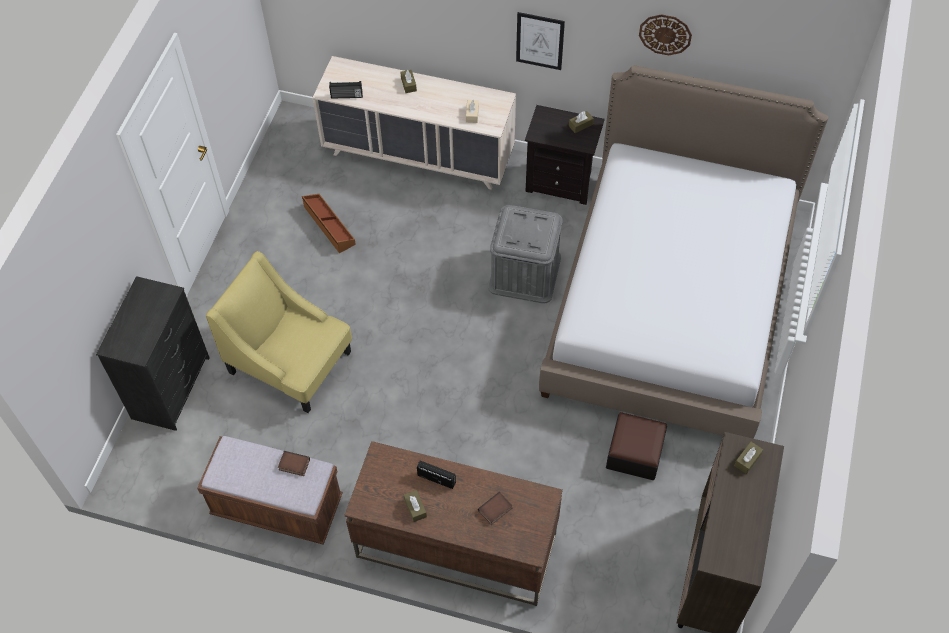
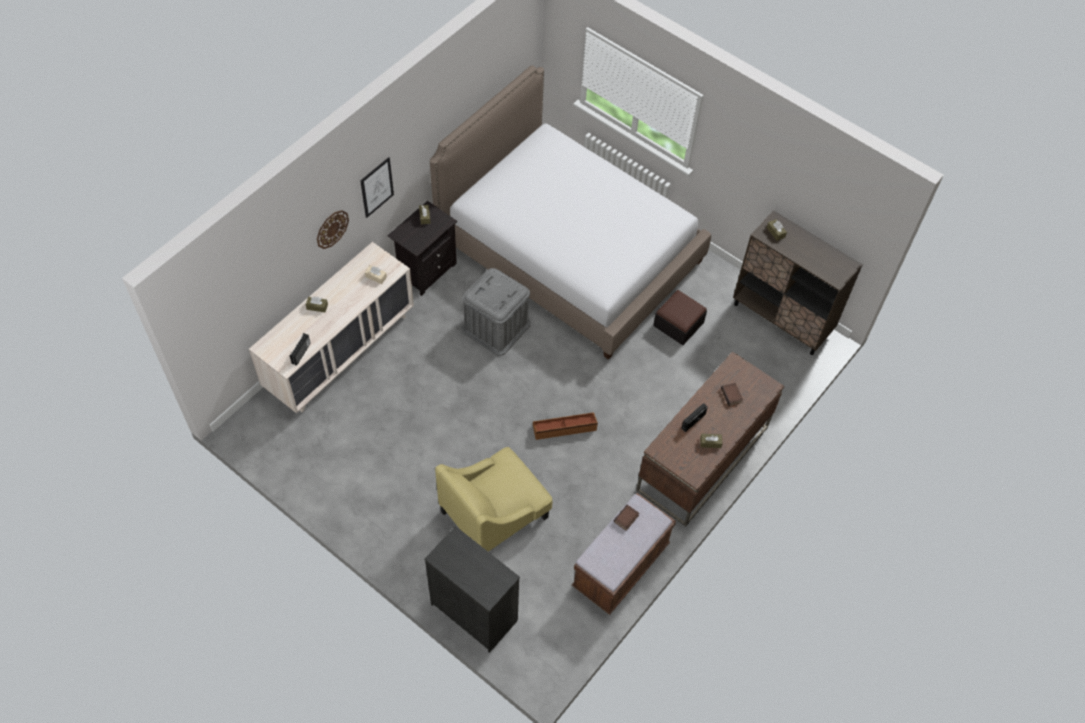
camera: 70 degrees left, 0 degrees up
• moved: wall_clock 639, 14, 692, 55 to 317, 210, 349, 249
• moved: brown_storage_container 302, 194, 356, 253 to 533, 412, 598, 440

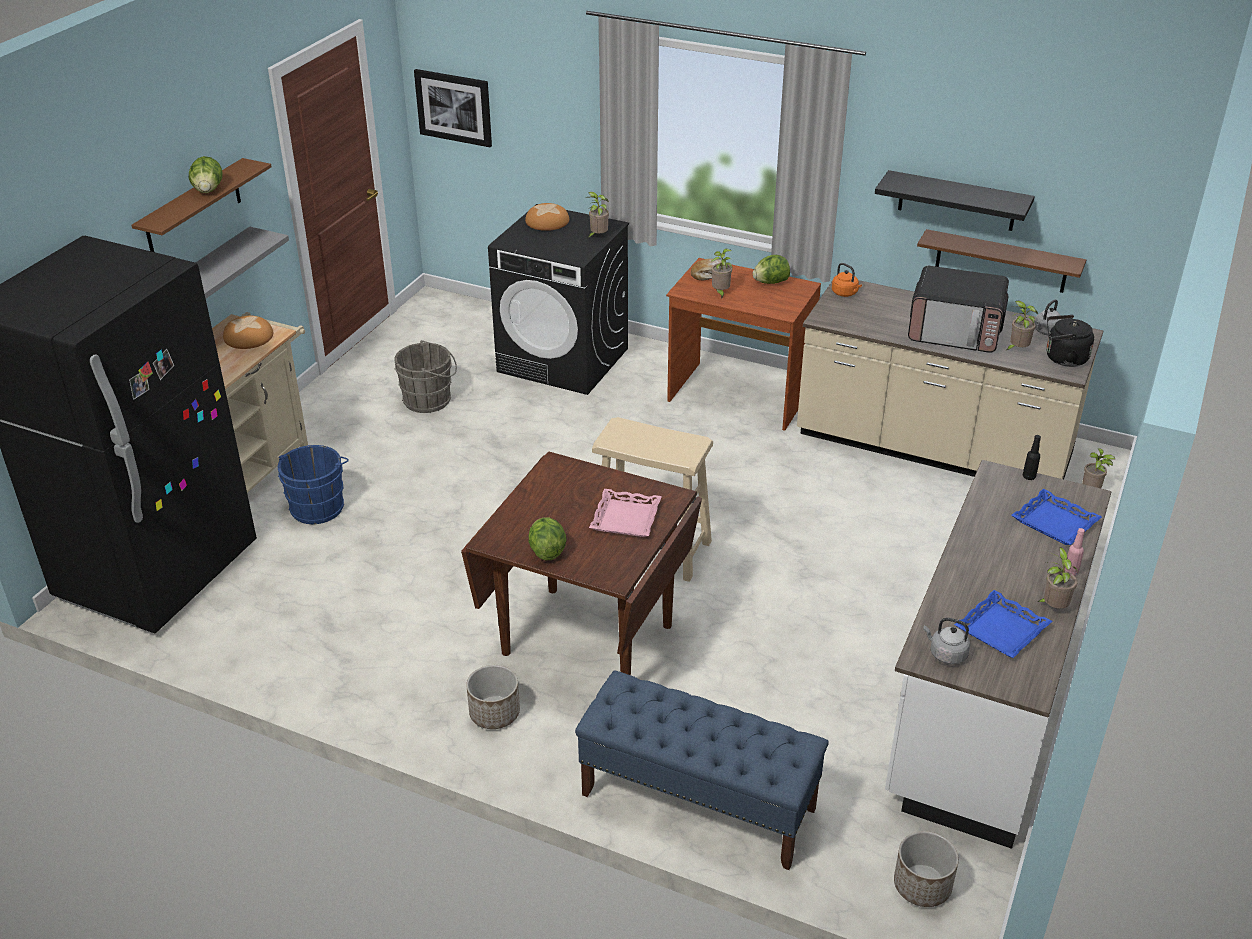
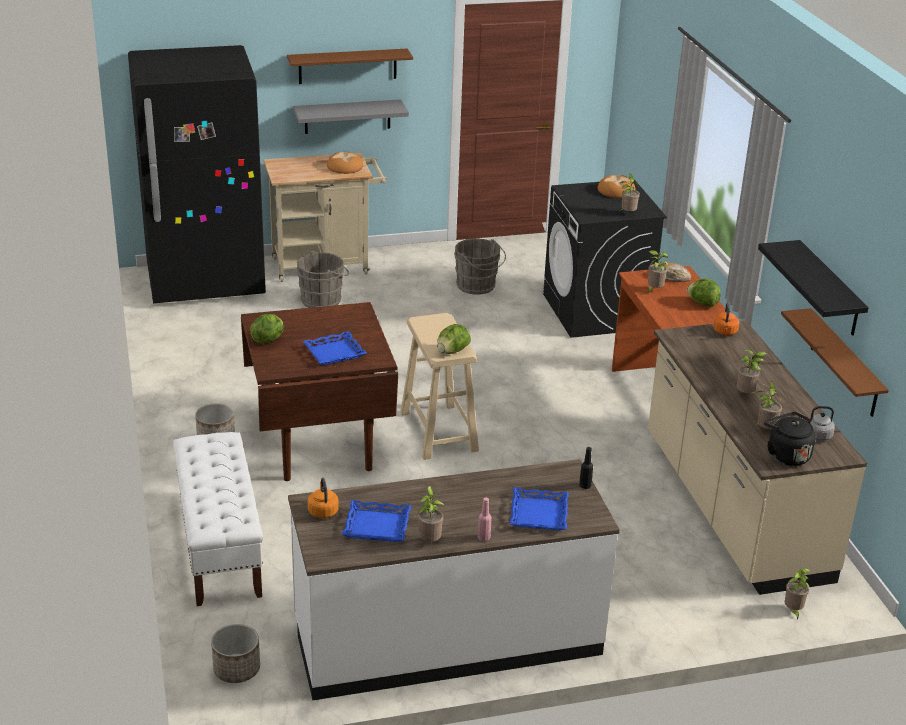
camera: 50 degrees right, 5 degrees down
• recoloured: blue-coloured_indoor_bench 575, 670, 829, 870 to white-coloured_indoor_bench 173, 432, 263, 606
• recoloured: blue-coloured_pail 278, 445, 349, 524 to grey_pail 297, 251, 349, 308
• recoloured: pinkish_carrying_tray 589, 489, 662, 537 to blue-coloured_carrying_tray 302, 331, 367, 366
• recoloured: grey_tea_kettle 923, 618, 970, 664 to orangey_tea_kettle 308, 478, 339, 518
• moved: head_of_lettuce 189, 156, 222, 193 to 437, 324, 471, 354
• replaced: microwave_oven 908, 266, 1009, 353 to potted_plant 737, 350, 767, 394
• removed: wall_art 414, 69, 492, 147

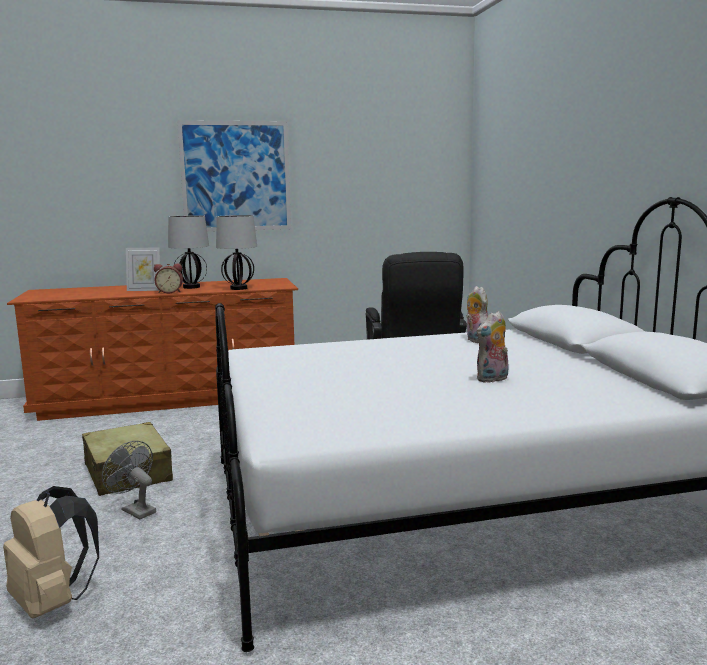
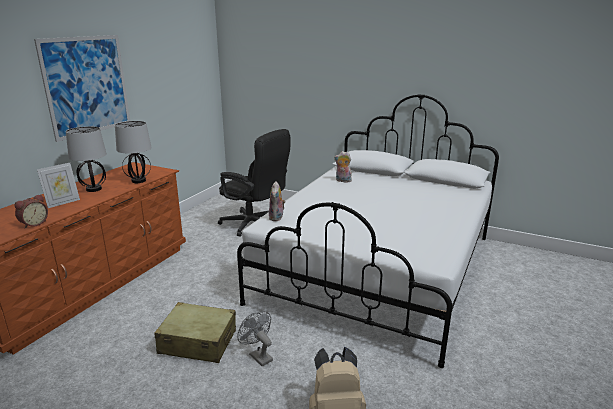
camera: 50 degrees left, 10 degrees up
• moved: table_clock 154, 264, 183, 293 to 15, 194, 48, 228
• turned: grey_fan 102, 441, 156, 520 = 237, 311, 273, 366 60 degrees clockwise
• moved: plush_toy 477, 311, 509, 383 to 269, 182, 285, 221

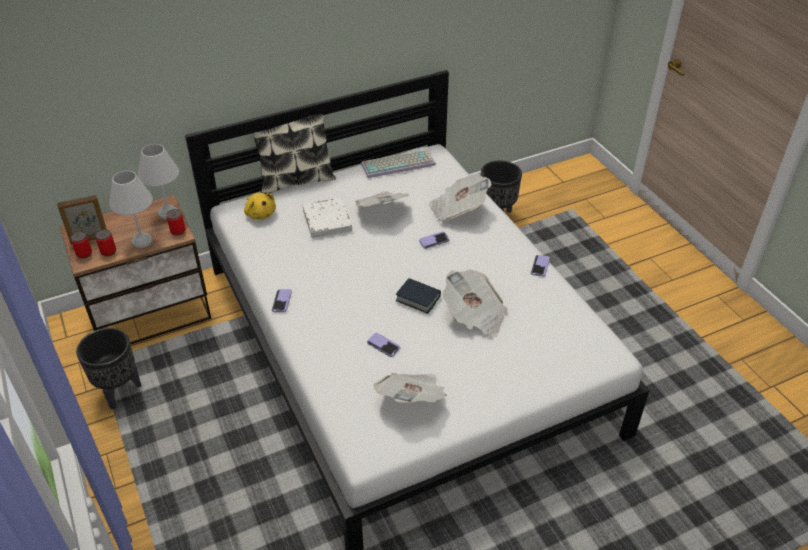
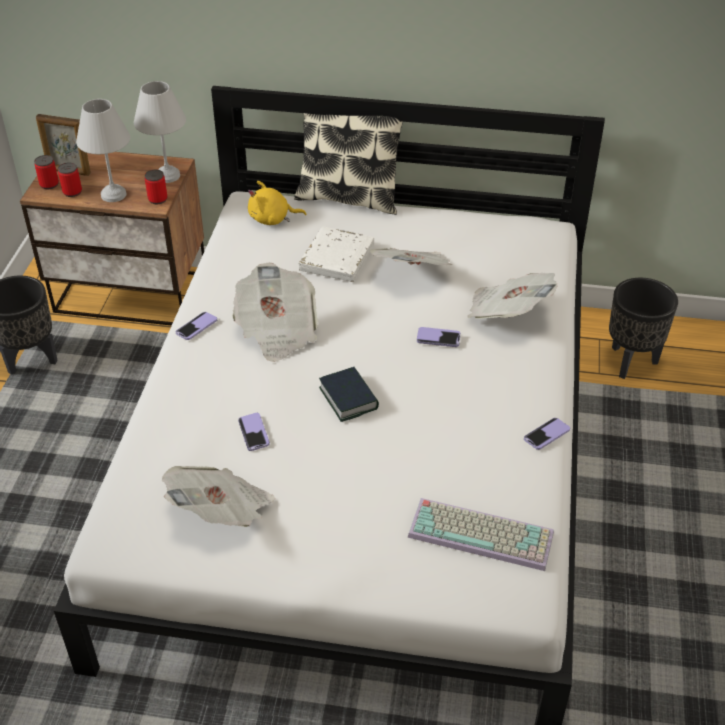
camera: 35 degrees right, 0 degrees up
• moved: newspaper 442, 270, 507, 337 to 232, 263, 318, 362
• turned: yellow_plush_toy 244, 193, 276, 220 = 248, 181, 307, 225 90 degrees clockwise
• moved: computer_keyboard 361, 149, 436, 178 to 408, 498, 554, 571

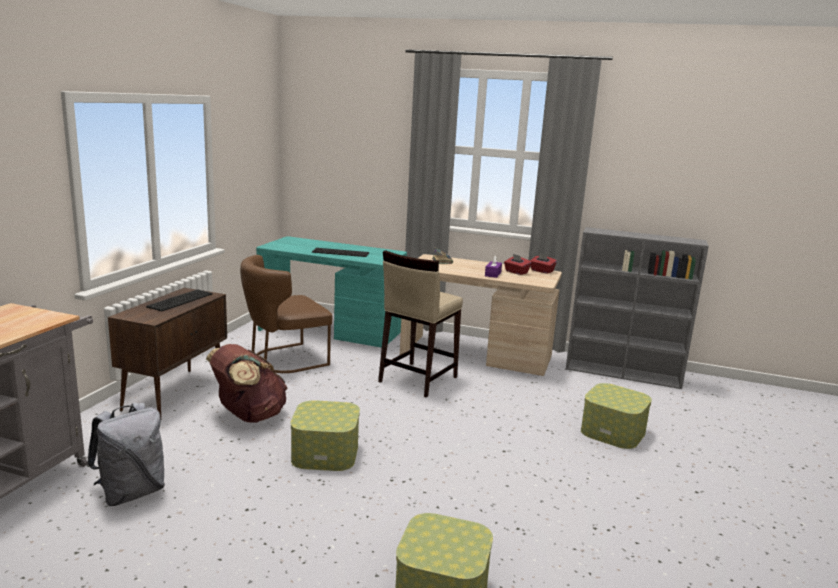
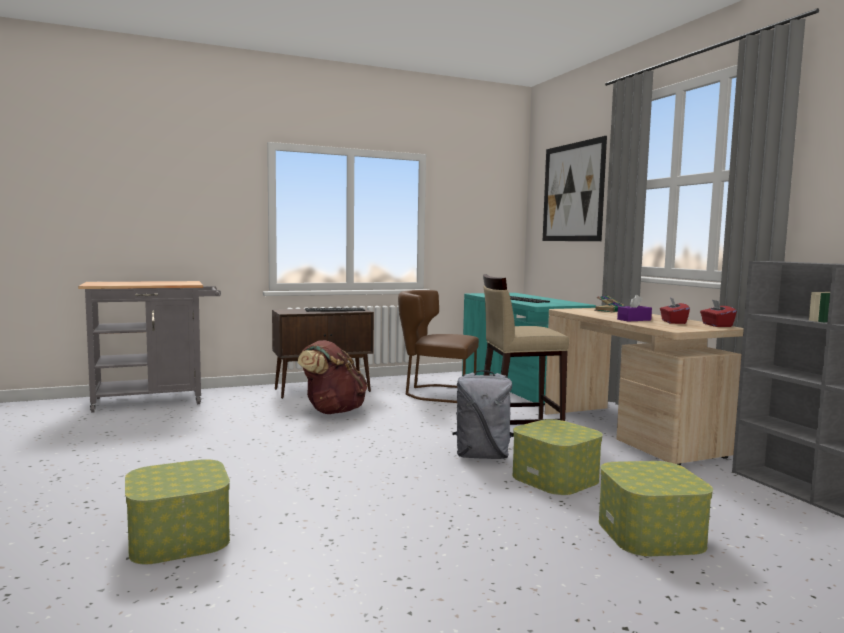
camera: 50 degrees right, 10 degrees down
• moved: grey_rucksack 87, 403, 165, 506 to 453, 370, 513, 459
• moved: storage_container 290, 400, 360, 471 to 512, 419, 603, 495
• added: wall_art 543, 136, 607, 241

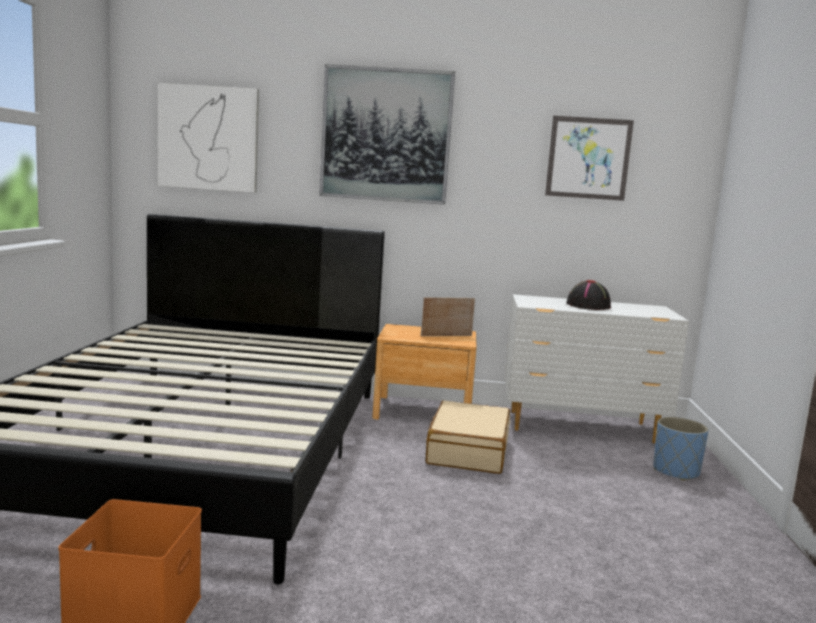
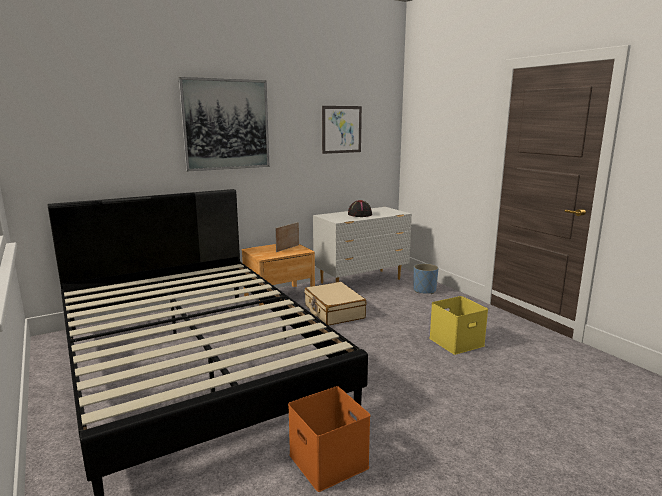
camera: 35 degrees left, 5 degrees up
• added: yellow_storage_container 429, 296, 488, 355
• removed: wall_art 158, 83, 259, 193

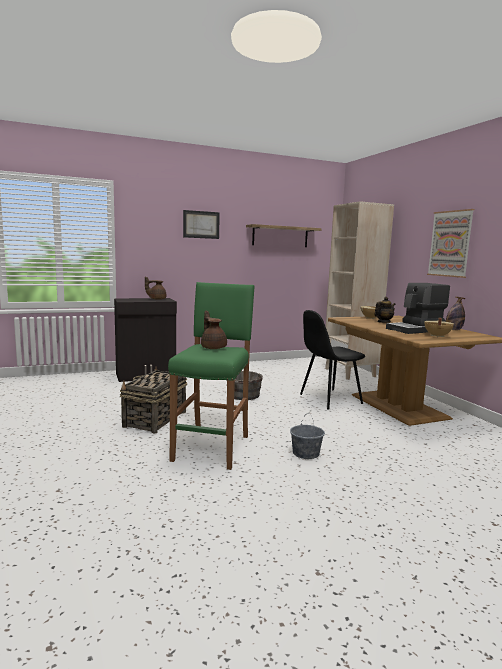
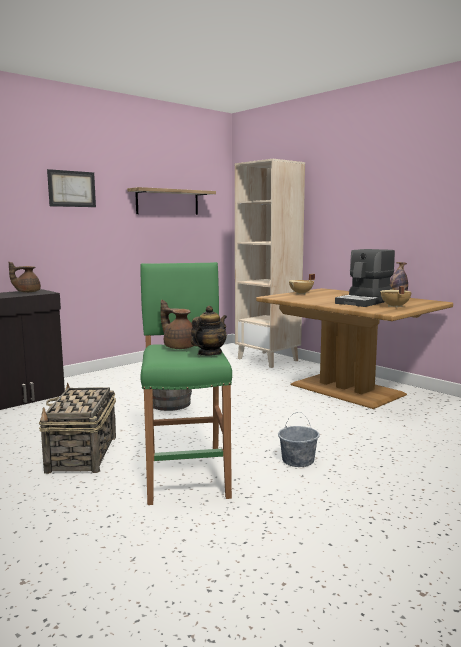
camera: 20 degrees left, 0 degrees up
• moved: teapot 374, 297, 395, 323 to 191, 306, 227, 356
• removed: black-coloured_chair 300, 310, 365, 409
• removed: wall_art 427, 209, 474, 278

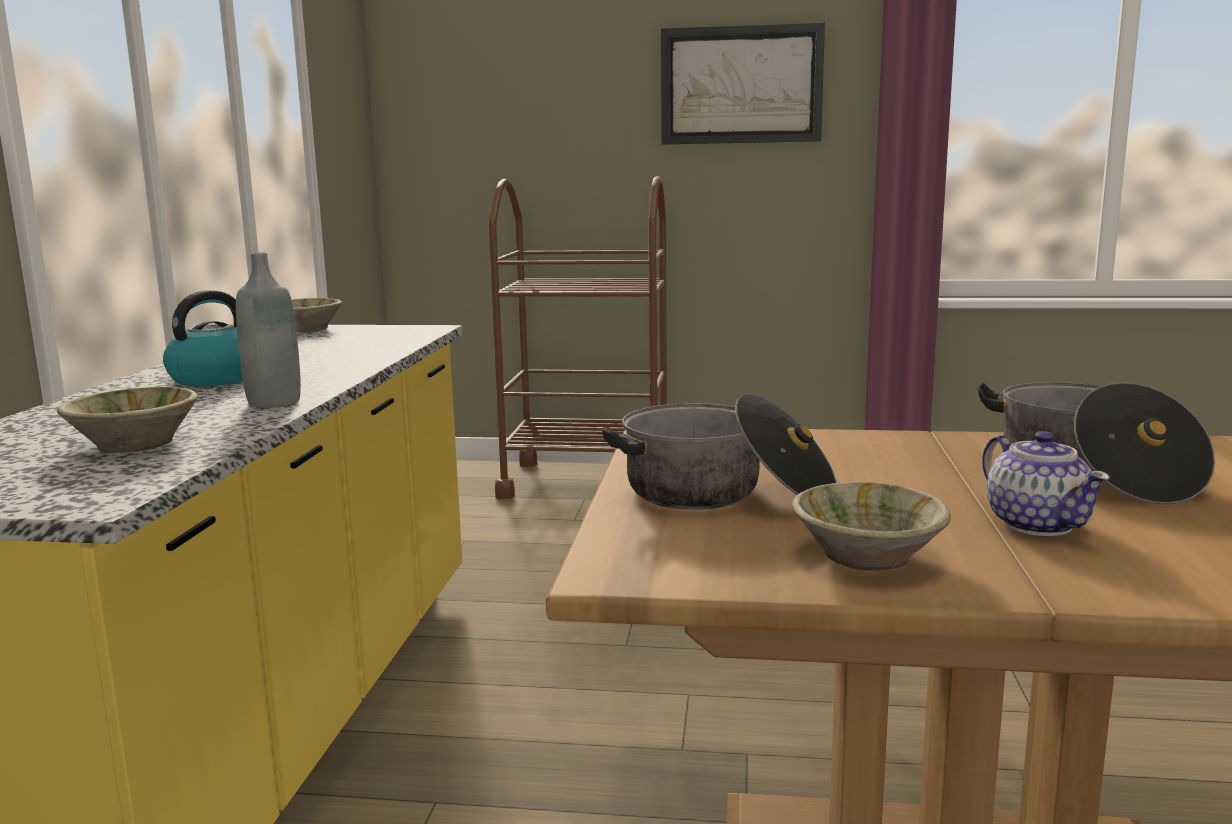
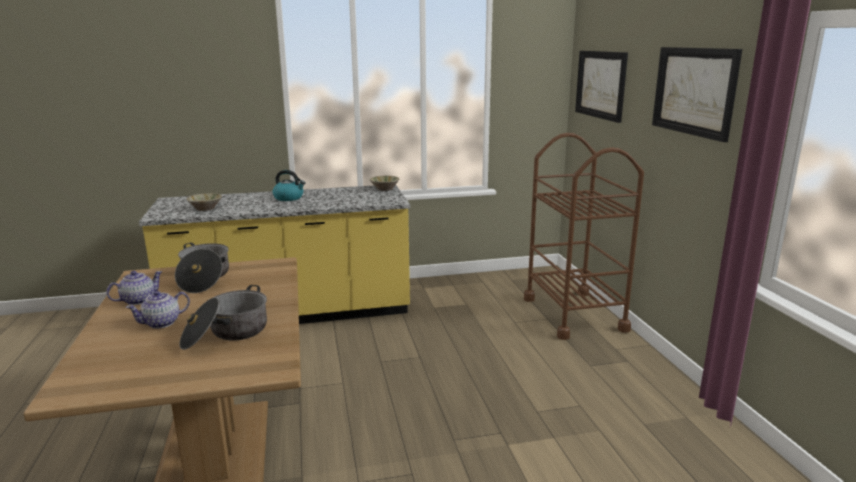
camera: 70 degrees right, 5 degrees up
• replaced: beige-coloured_bowl 792, 482, 951, 571 to teapot 106, 271, 163, 305
• added: wall_art 575, 51, 628, 123
• removed: grey_drink_bottle 236, 253, 301, 408

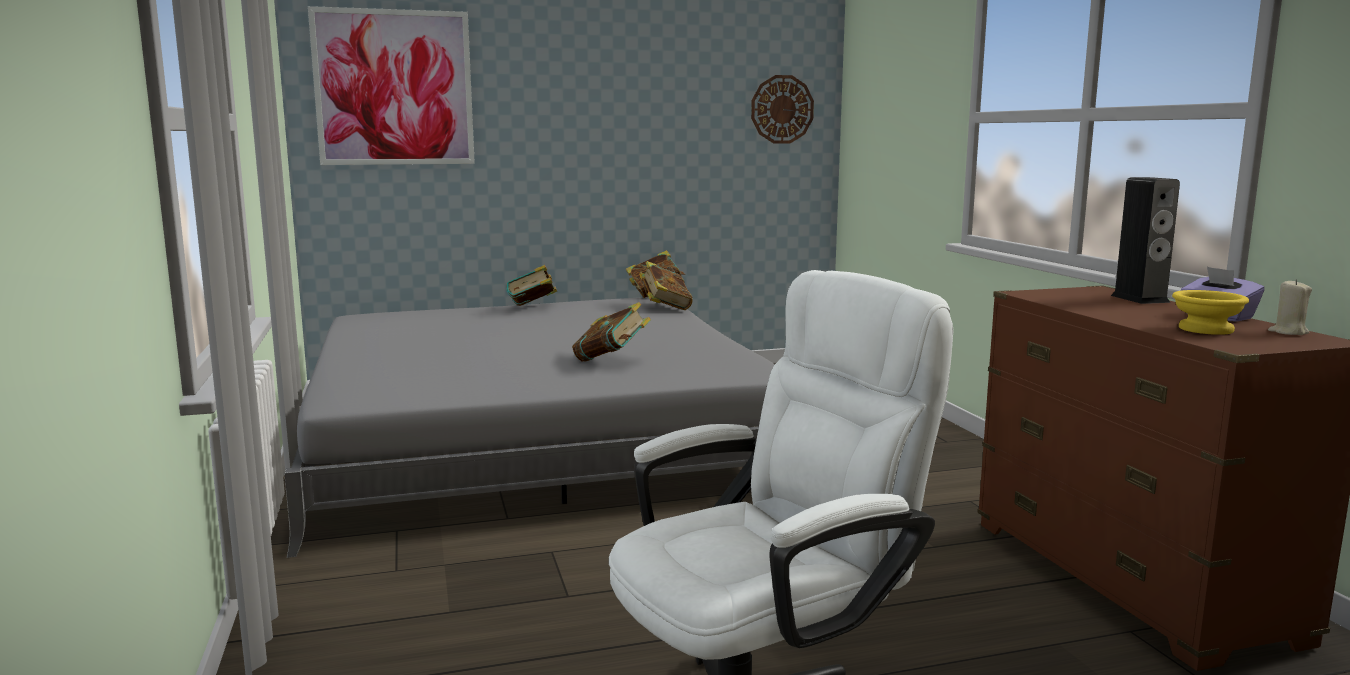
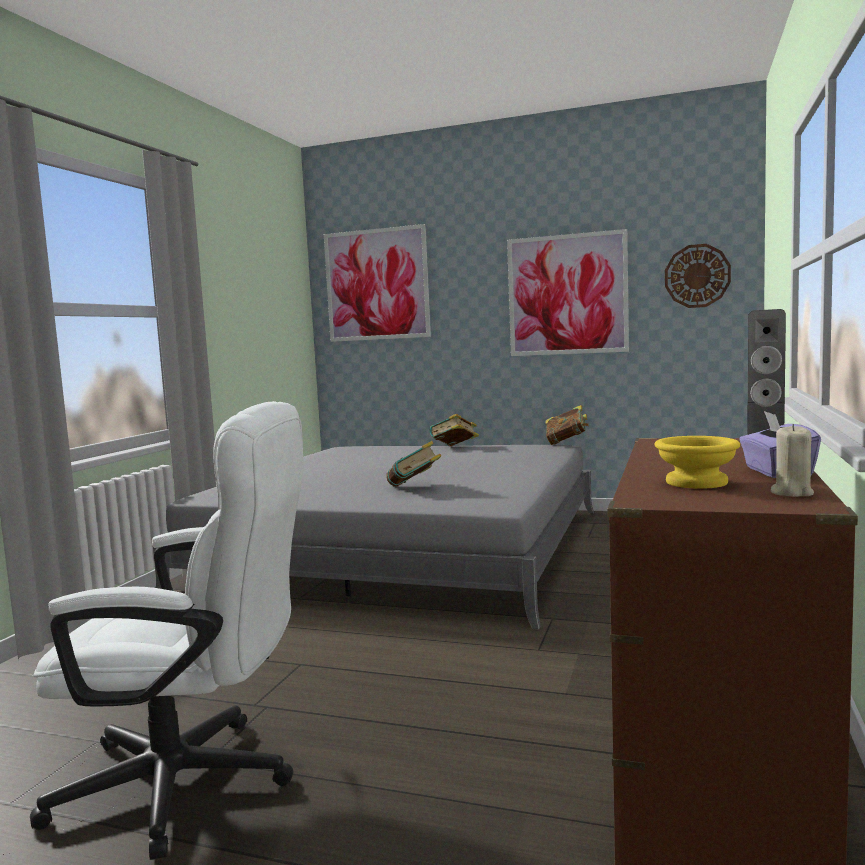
camera: 35 degrees right, 5 degrees down
• added: wall_art 507, 229, 629, 356
• removed: book 639, 261, 692, 310

